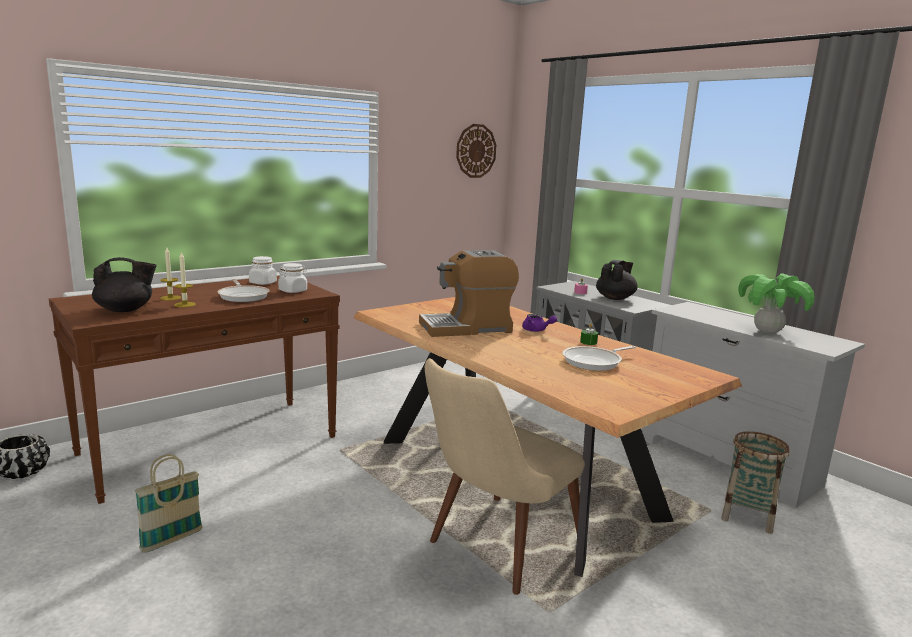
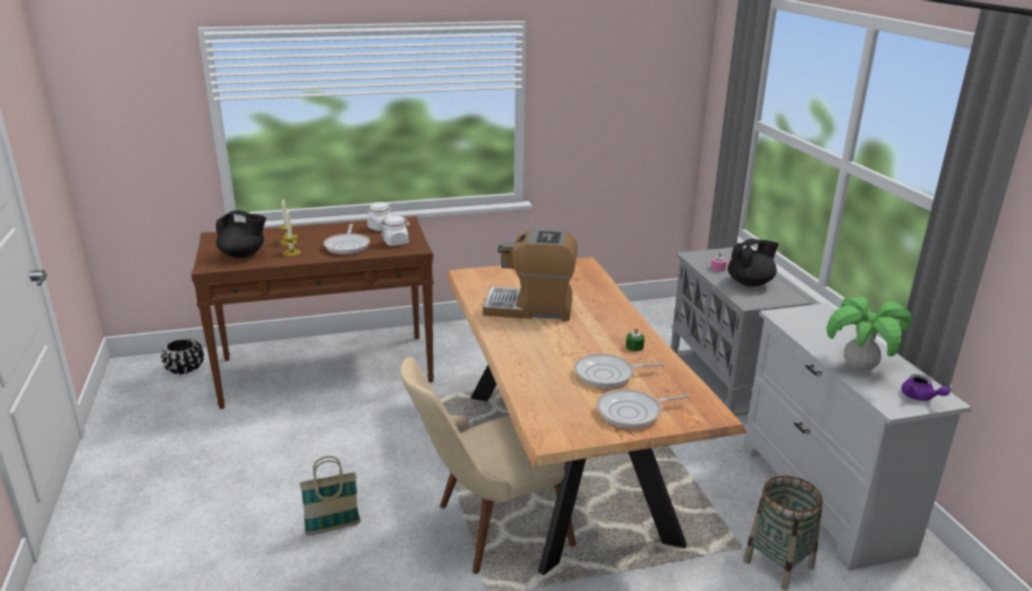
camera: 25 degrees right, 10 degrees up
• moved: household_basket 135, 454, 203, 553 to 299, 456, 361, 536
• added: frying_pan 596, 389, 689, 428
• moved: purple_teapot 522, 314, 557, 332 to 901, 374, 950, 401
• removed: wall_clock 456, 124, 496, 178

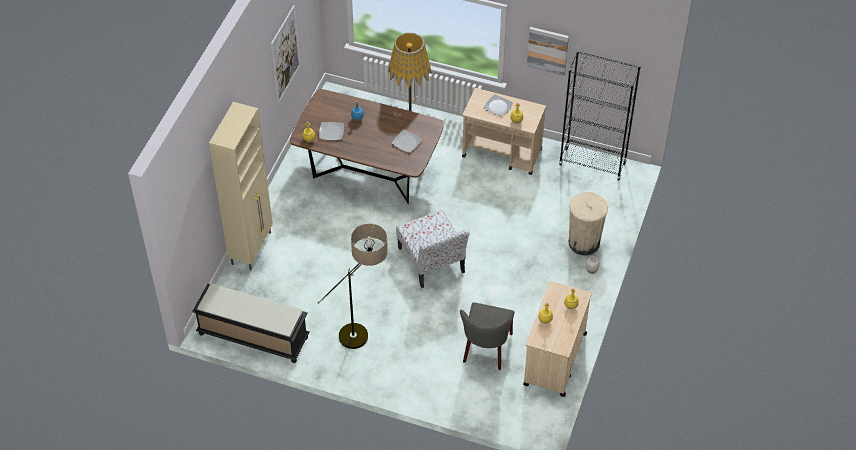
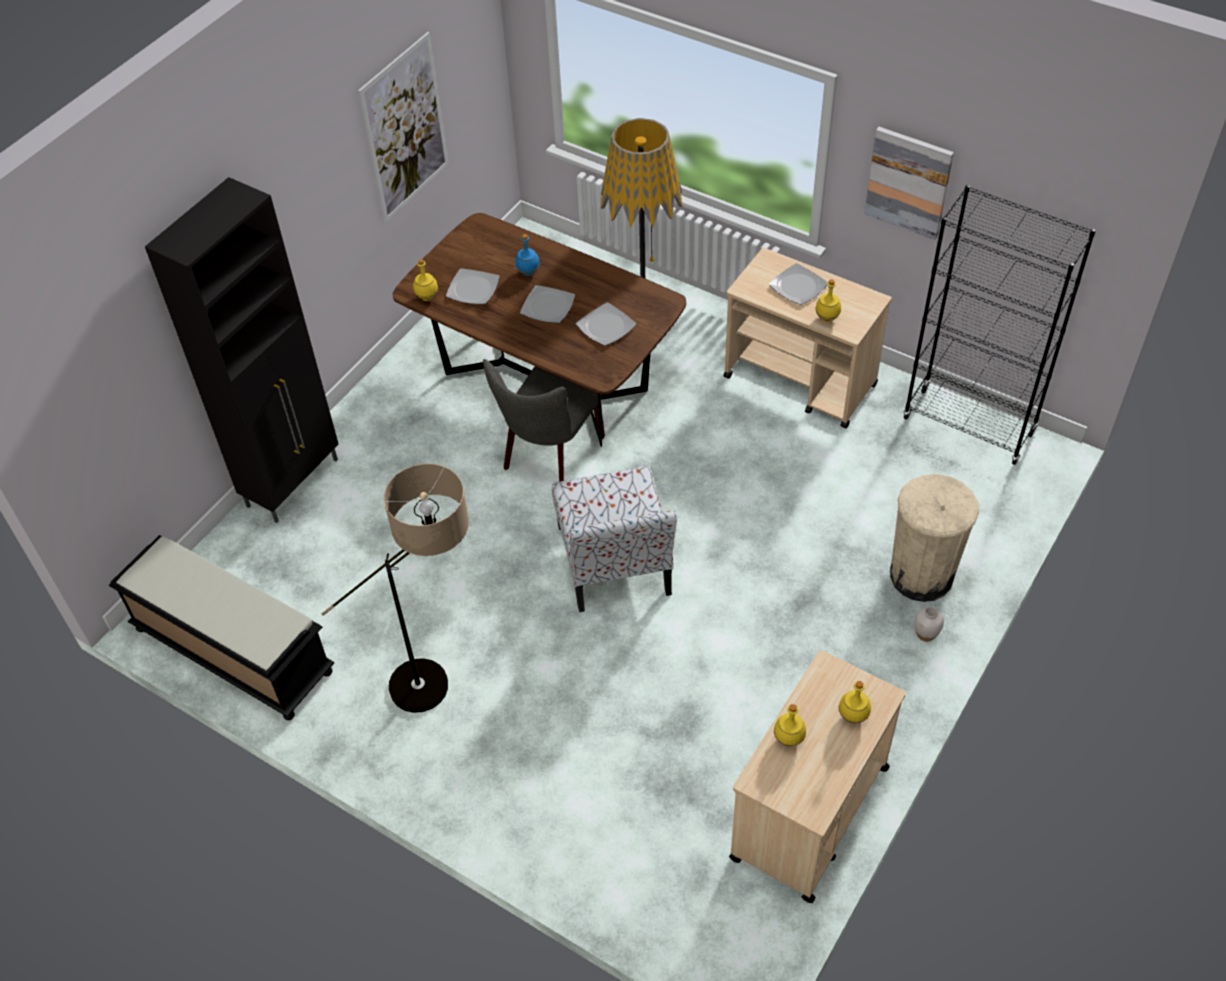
camera: 15 degrees right, 0 degrees up
• recoloured: beige-coloured_cupboard 209, 102, 273, 270 to black-coloured_cupboard 145, 177, 338, 523
• moved: grey_chair 460, 302, 514, 370 to 483, 359, 605, 482
• added: flat_dish 520, 285, 575, 323

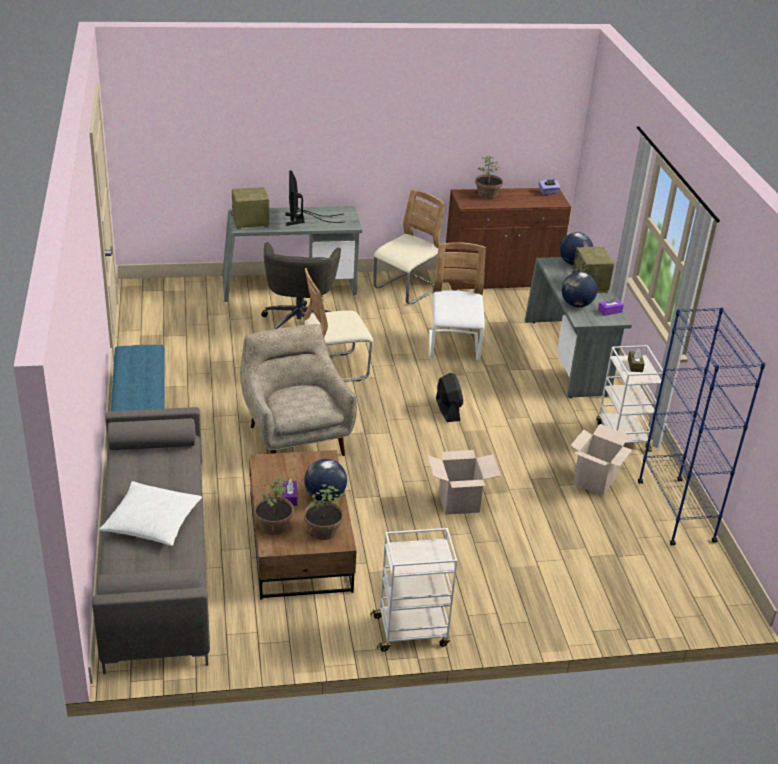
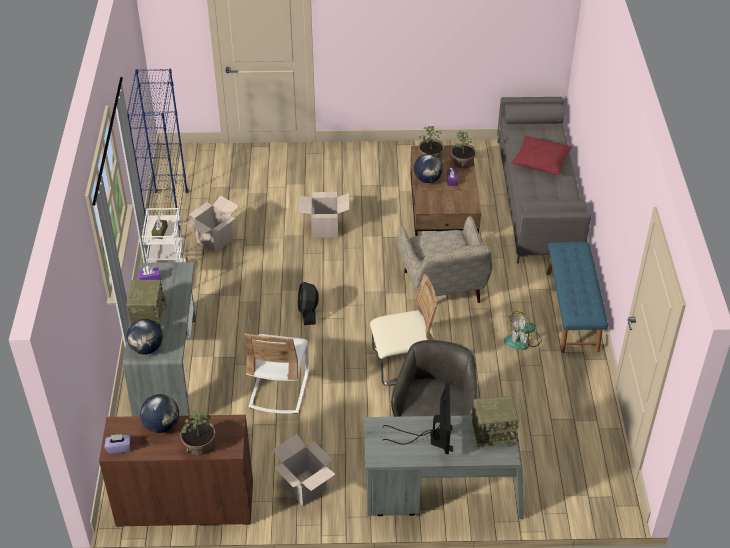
camera: 170 degrees left, 10 degrees up
• moved: desk_globe 562, 272, 597, 307 to 140, 394, 179, 433
• replaced: beige-coloured_chair 373, 190, 445, 304 to carton 273, 434, 336, 506
• added: fan 504, 311, 542, 350
• recoloured: white-coloured_pillow 99, 481, 202, 546 to red-coloured_pillow 511, 136, 572, 175
• removed: white-coloured_trolley 370, 528, 457, 652

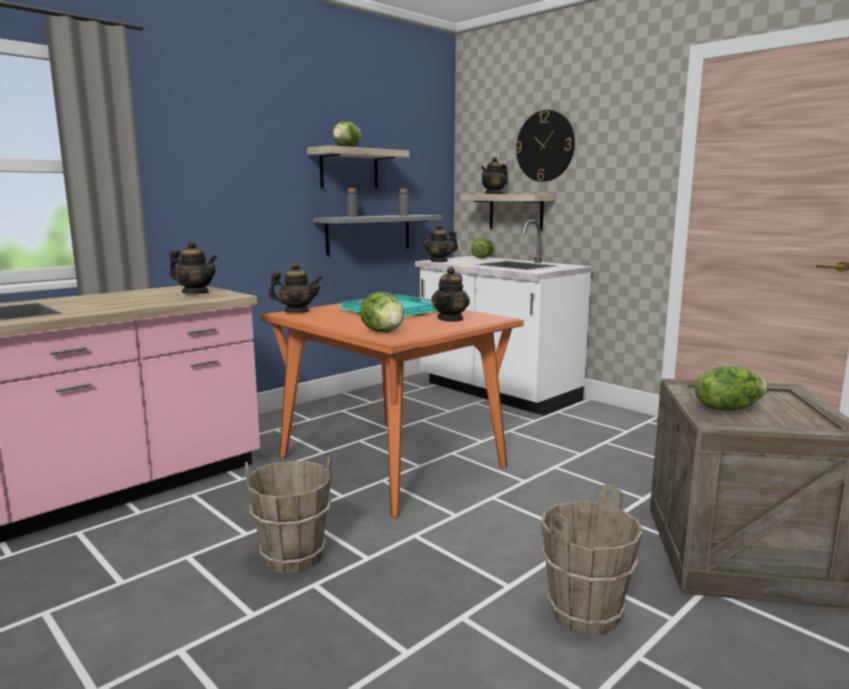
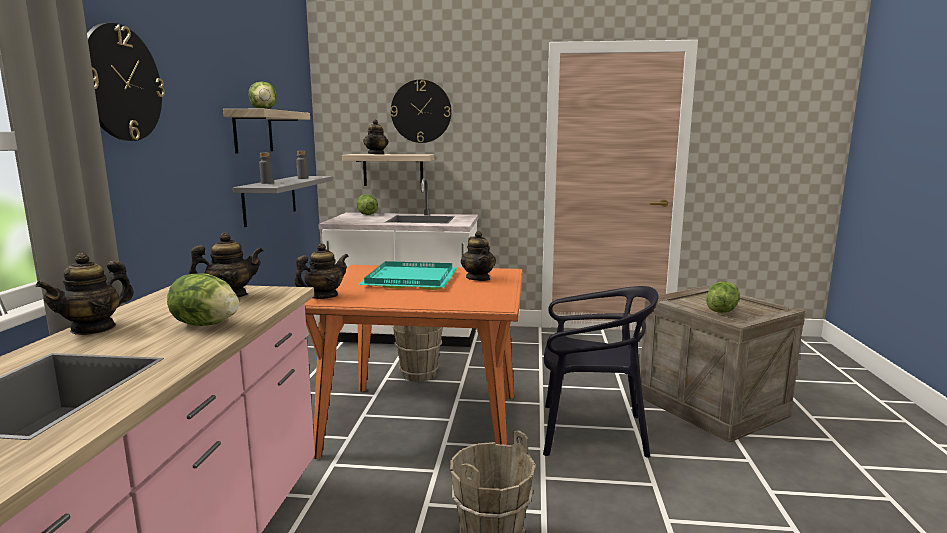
camera: 40 degrees left, 0 degrees up
• moved: teapot 420, 224, 458, 262 to 36, 253, 134, 335
• added: wall_clock 87, 23, 165, 141
• moved: head_of_lettuce 360, 292, 404, 332 to 167, 273, 239, 326
• moved: brown_pail 541, 484, 643, 635 to 393, 325, 443, 382
• added: black-coloured_chair 543, 286, 659, 458

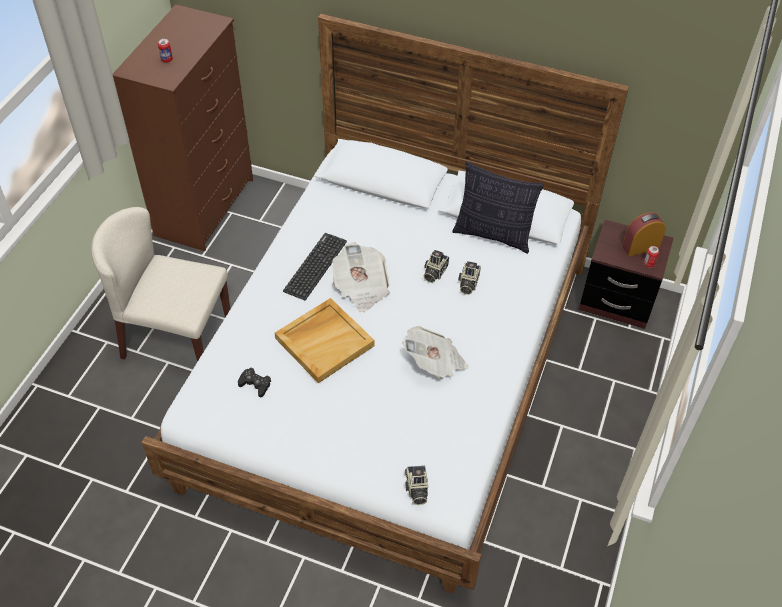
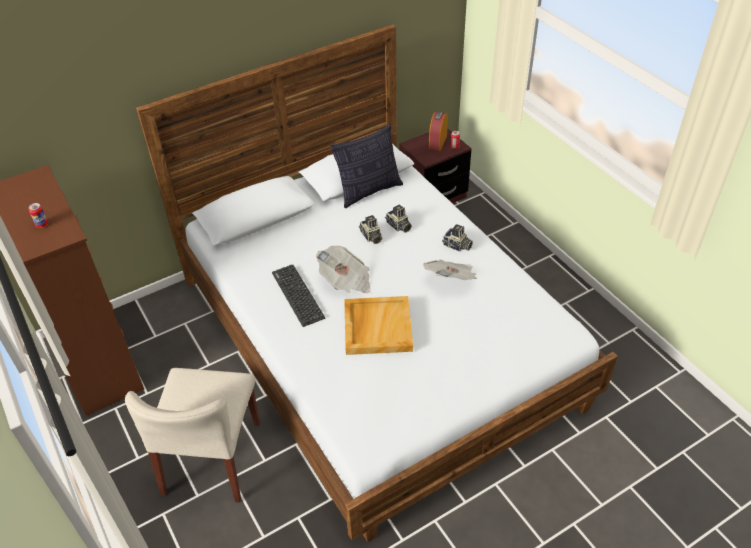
camera: 50 degrees left, 5 degrees down
• turned: beige-coloured_chair 91, 207, 230, 362 = 125, 368, 260, 503 45 degrees counterclockwise
• moved: photo_camera 405, 466, 428, 505 to 442, 224, 473, 252
• removed: black-coloured_game_controller 238, 368, 271, 397

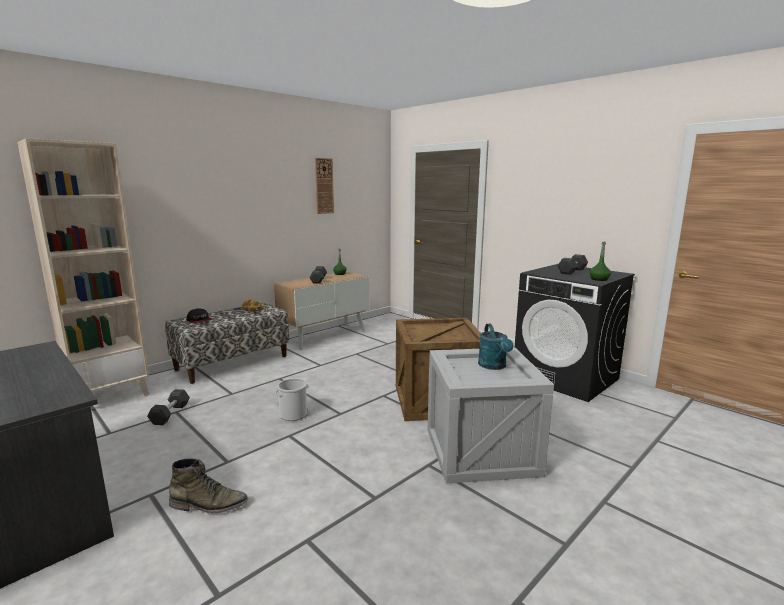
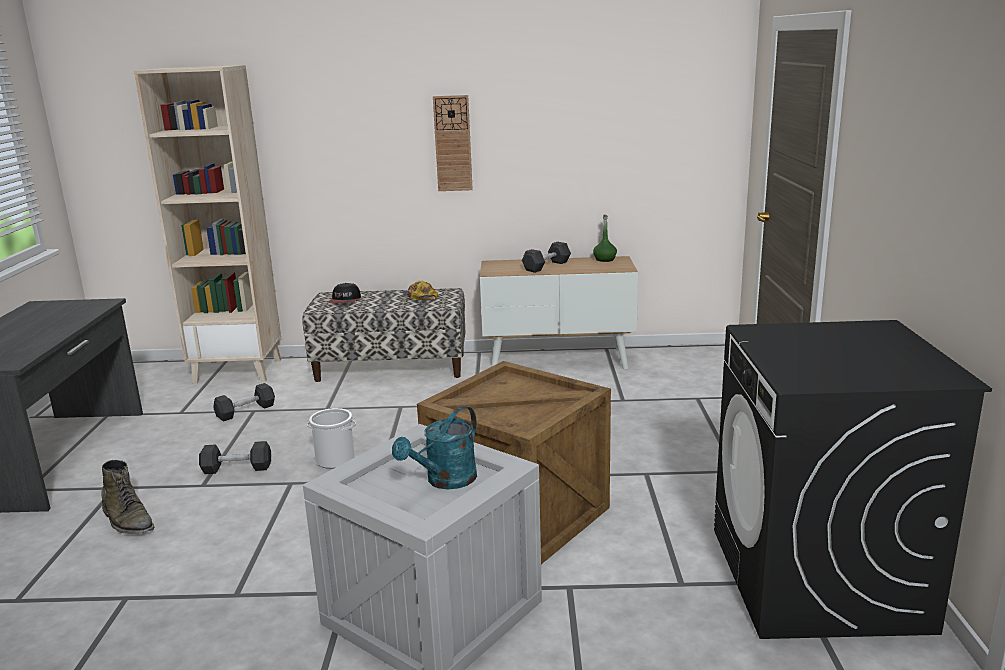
camera: 45 degrees right, 5 degrees up
• moved: grey_dumbbell 557, 254, 588, 275 to 199, 441, 271, 474
• moved: wall_clock 315, 158, 334, 214 to 433, 95, 473, 191
• removed: green-coloured_drink_bottle 589, 242, 611, 281

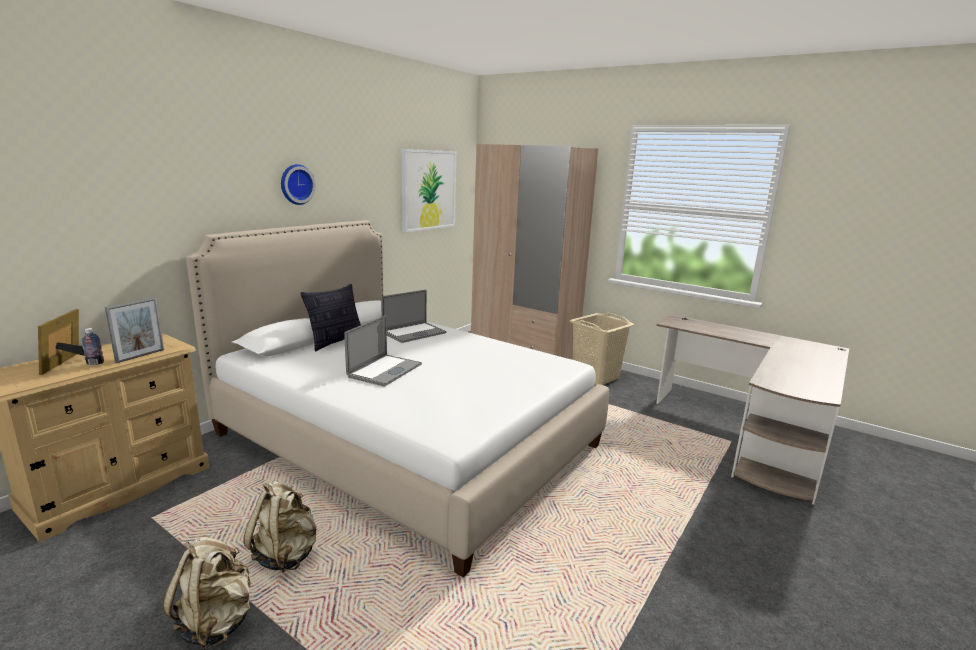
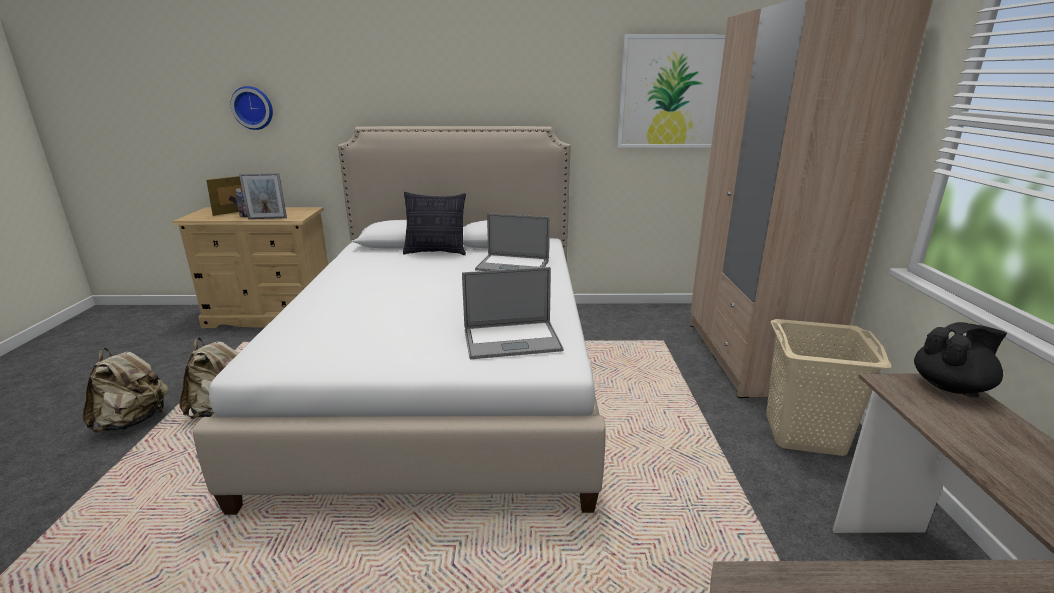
camera: 55 degrees right, 5 degrees up
• moved: wall_clock 281, 164, 316, 205 to 231, 86, 273, 130
• moved: laptop 344, 315, 422, 386 to 462, 267, 563, 359
• added: black-coloured_teapot 914, 322, 1007, 394

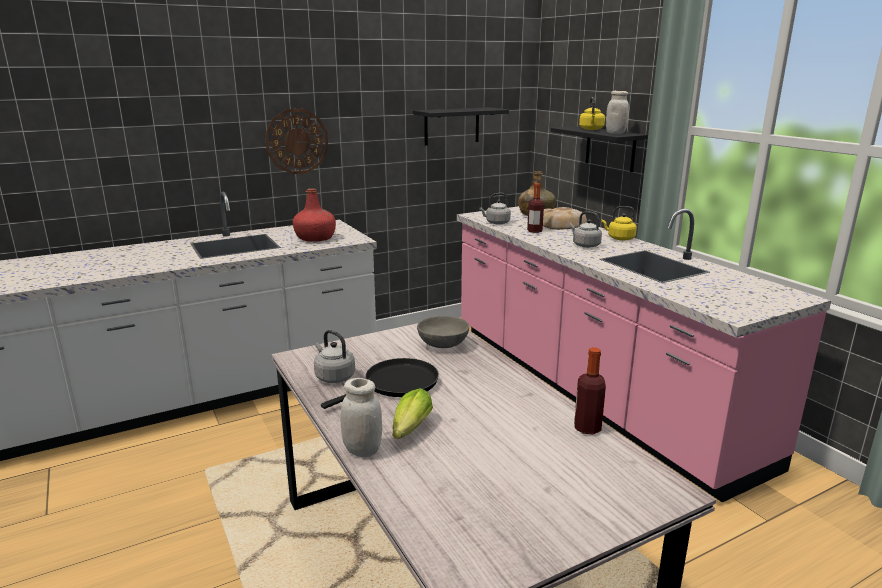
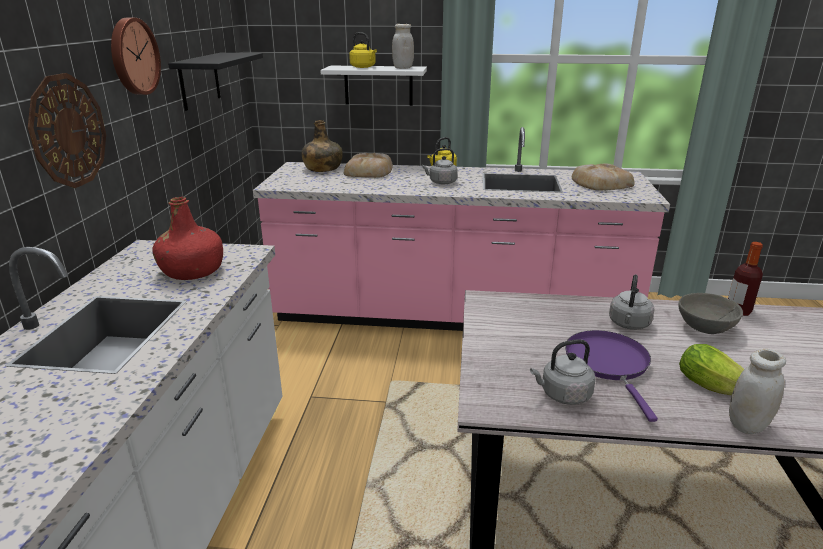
camera: 55 degrees left, 5 degrees up
• added: wall_clock 111, 18, 161, 95
• recoloured: black-coloured_wall_shelf 551, 126, 648, 172 to white-coloured_wall_shelf 320, 66, 427, 106
• recoloured: black-coloured_frying_pan 321, 358, 439, 409 to purple_frying_pan 565, 330, 658, 422
• added: bakery_bread 572, 164, 635, 190
• moved: grey_tea_kettle 479, 193, 511, 224 to 609, 274, 654, 330
• moved: grey_bowl 417, 316, 469, 348 to 679, 293, 743, 334
• removed: drink_bottle 527, 183, 544, 233

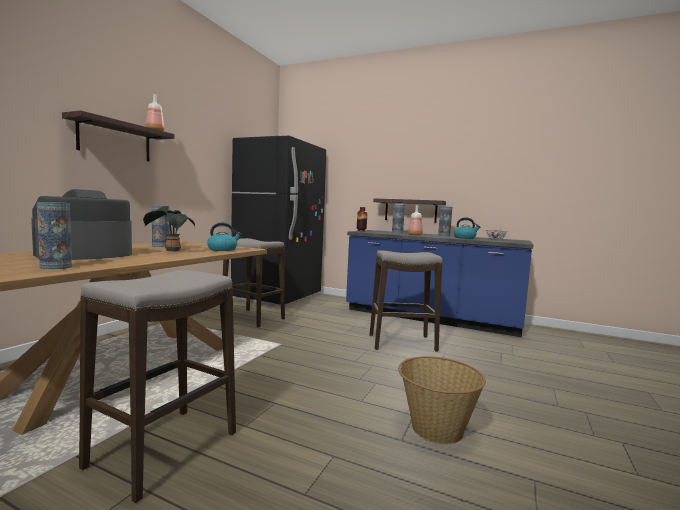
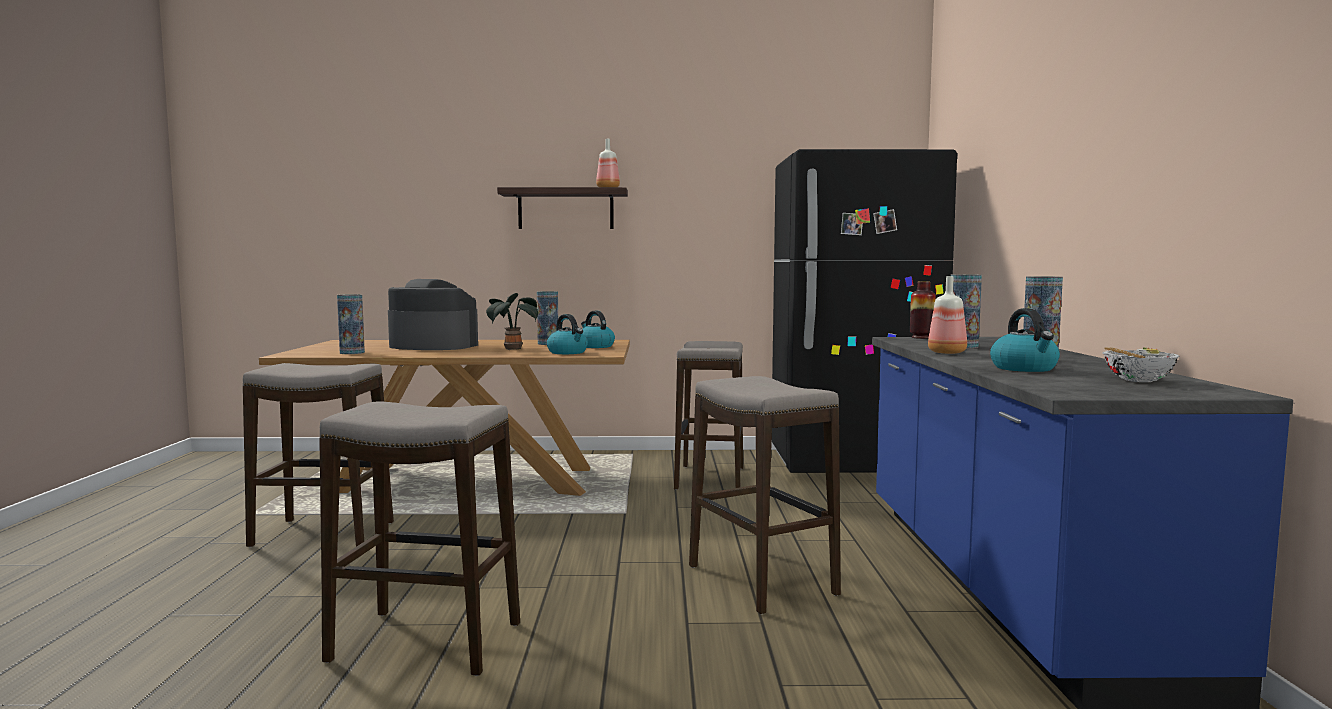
camera: 65 degrees right, 0 degrees up
• replaced: household_basket 398, 356, 486, 444 to sitting_stool 319, 401, 520, 676
• added: tea_kettle 581, 311, 615, 348
• removed: wall_shelf 373, 199, 446, 223

